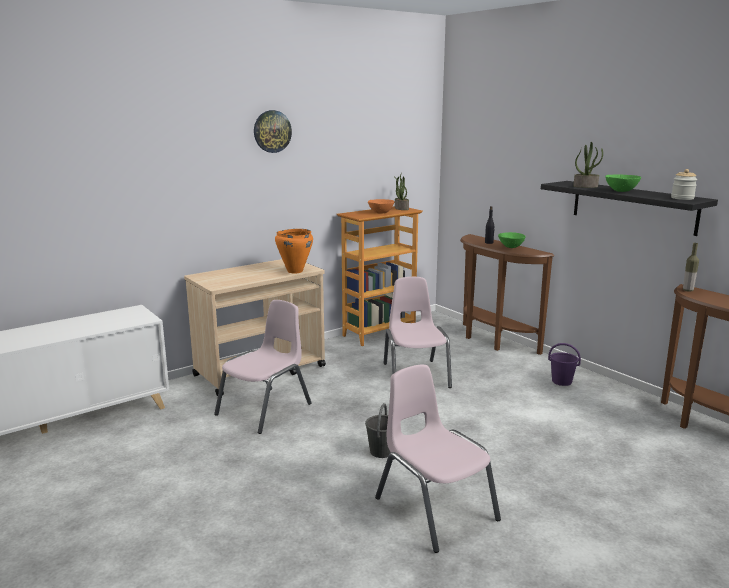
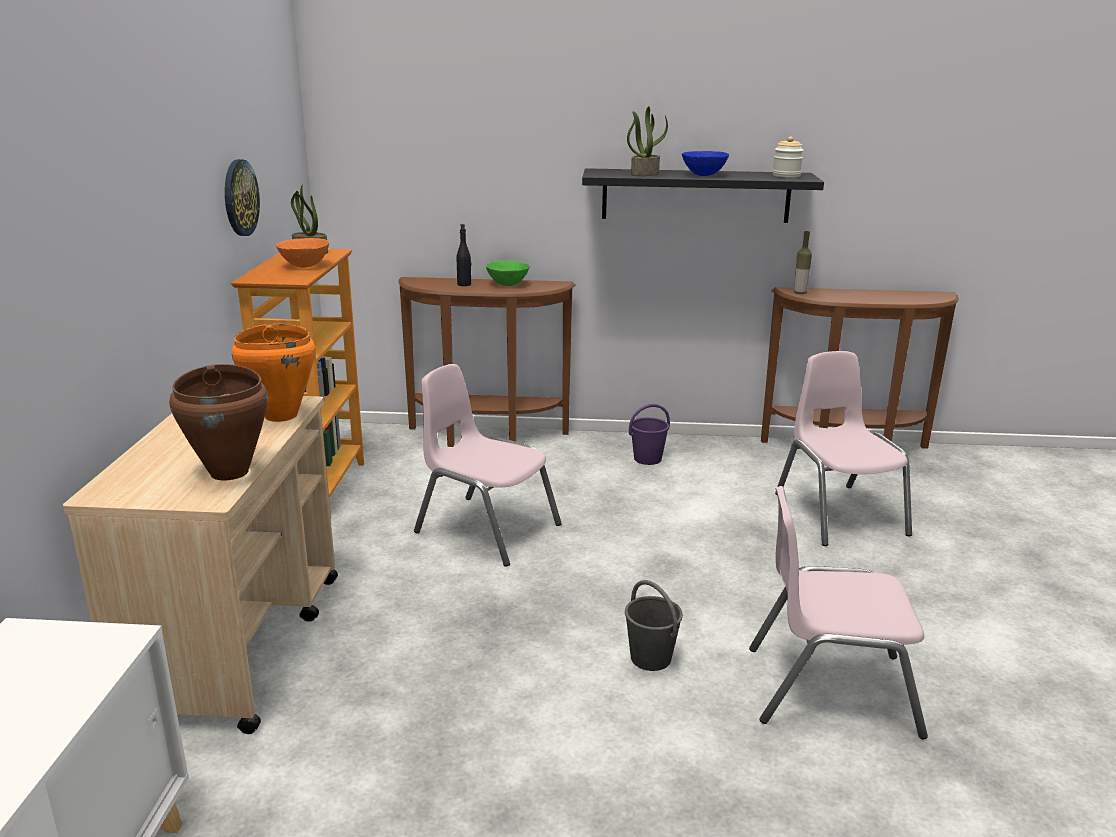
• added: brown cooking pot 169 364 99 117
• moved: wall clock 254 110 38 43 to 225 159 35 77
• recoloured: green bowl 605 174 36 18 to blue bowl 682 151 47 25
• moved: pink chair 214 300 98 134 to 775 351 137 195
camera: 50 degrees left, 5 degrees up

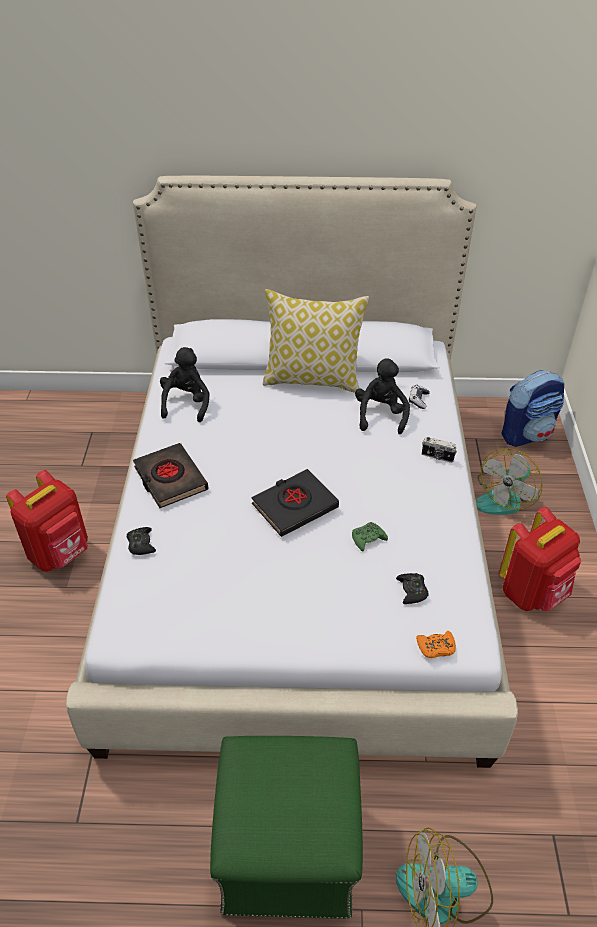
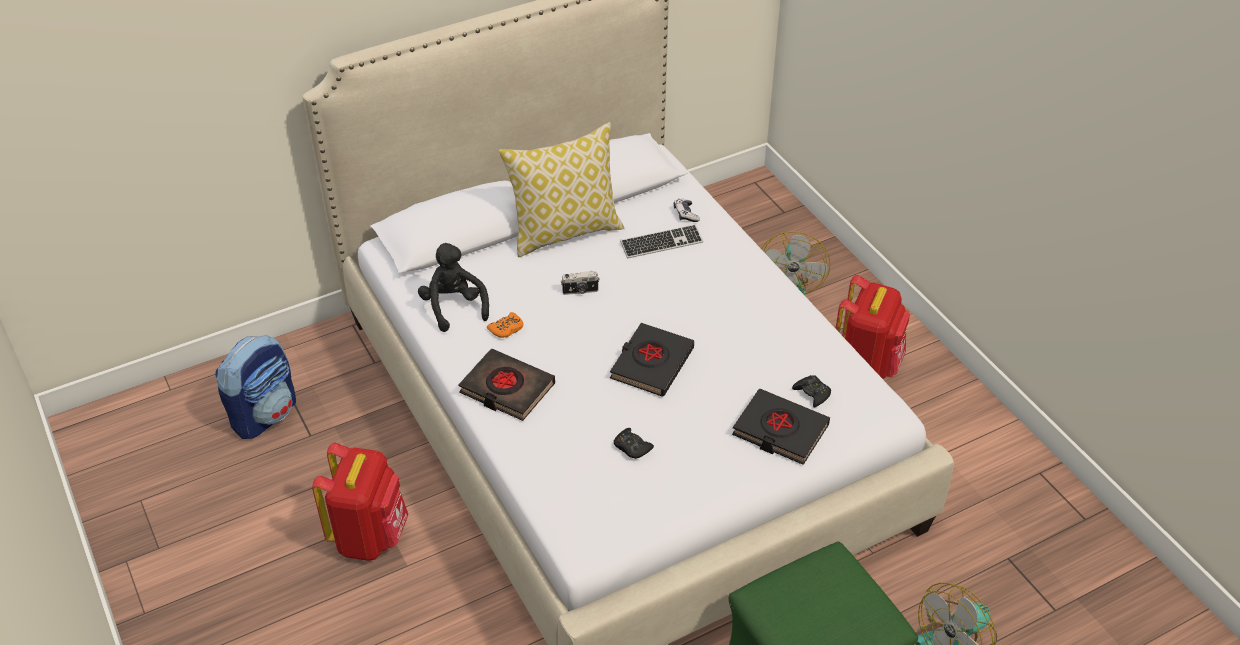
• moved: backpack 501 370 64 77 to 215 335 81 104
• moved: orange game controller 416 631 40 27 to 487 312 37 26
• moved: photo camera 422 437 35 26 to 561 271 39 24
• moved: black game controller 127 527 29 28 to 614 428 40 31
• replaced: black plush toy 355 358 55 76 to keyboard 620 224 83 34
• added: black book 732 388 98 77
• removed: green game controller 352 522 36 30
camera: 30 degrees left, 0 degrees up

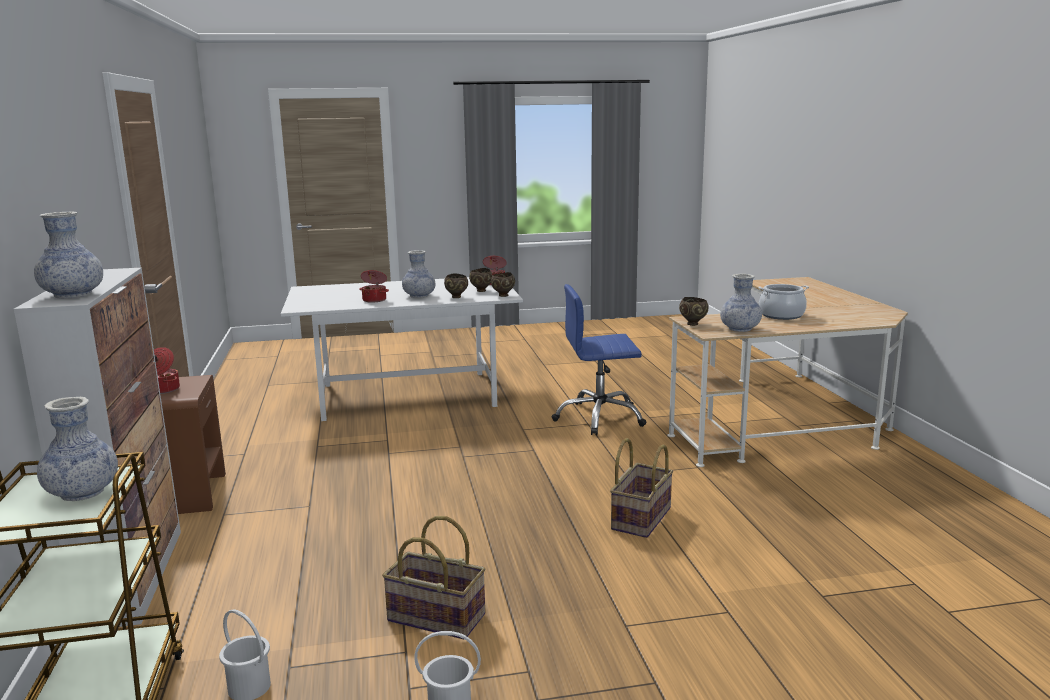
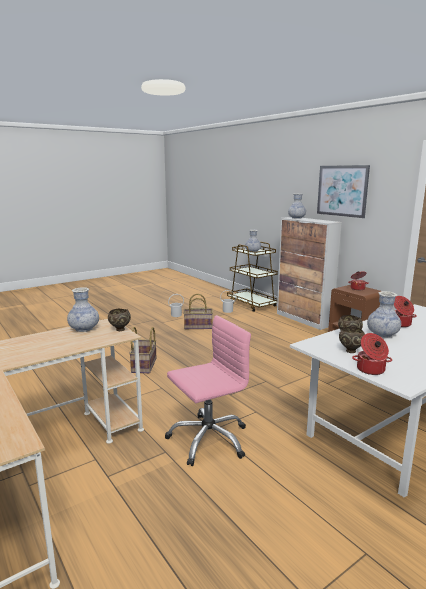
• recoloured: blue office chair 552 284 94 151 to pink office chair 165 315 86 151
• added: picture 317 165 53 53
• removed: brown bowl 491 272 24 25
• removed: cooking pot 758 284 51 36
camera: 155 degrees right, 0 degrees up

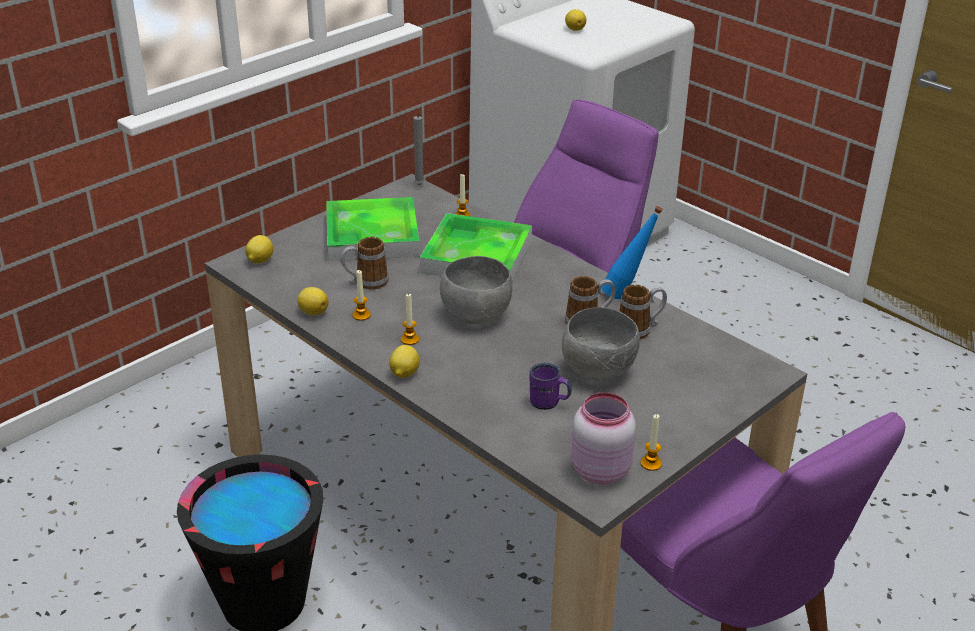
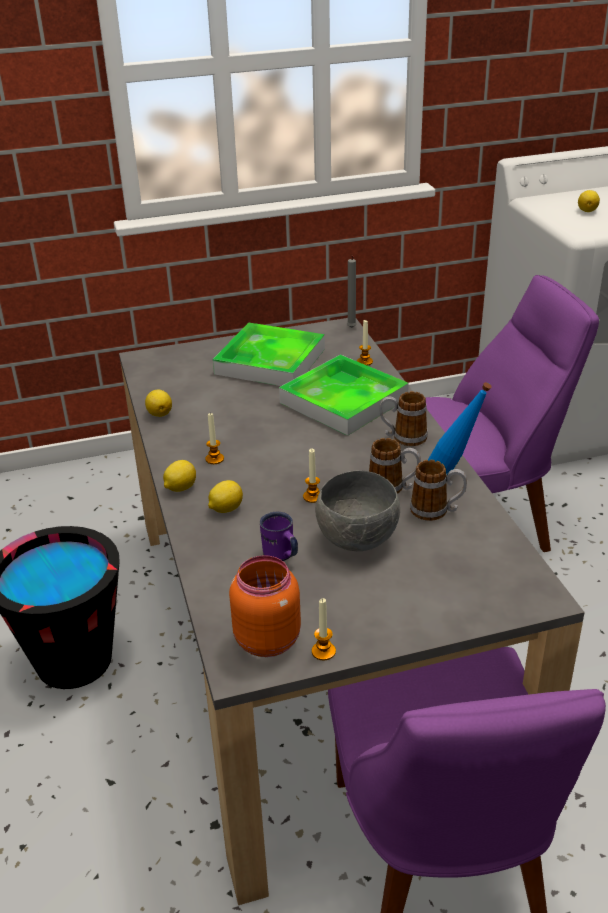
• moved: lemon 245 235 28 28 to 208 480 35 33
• recoloured: pink jar 571 392 65 92 to orange jar 229 555 72 102
• moved: candle 352 270 19 51 to 303 448 17 55
• moved: mug 341 237 48 52 to 380 391 48 55
• removed: grey bowl 440 256 73 68
camera: 30 degrees right, 0 degrees up

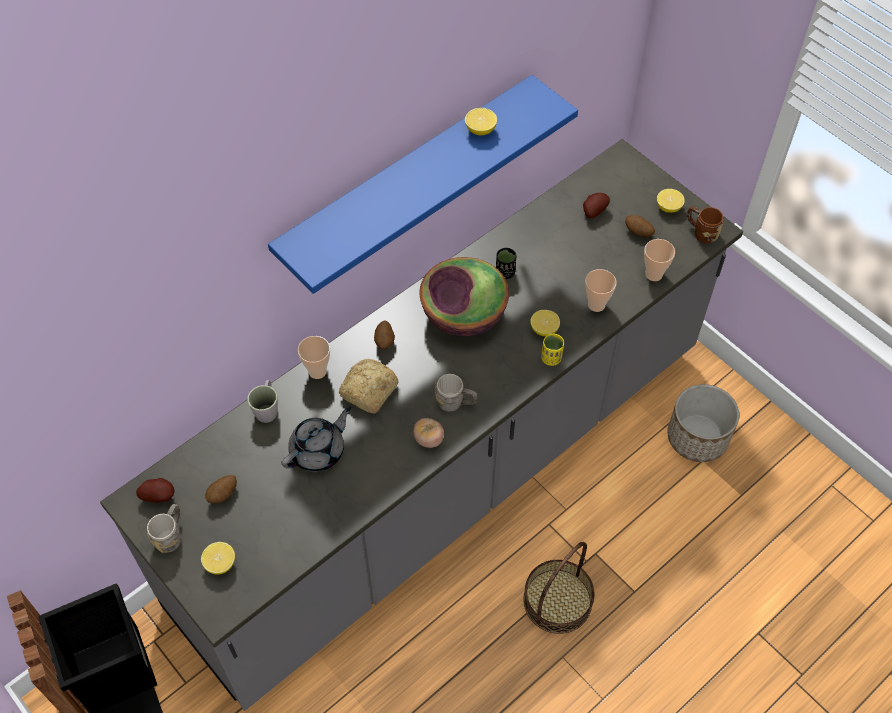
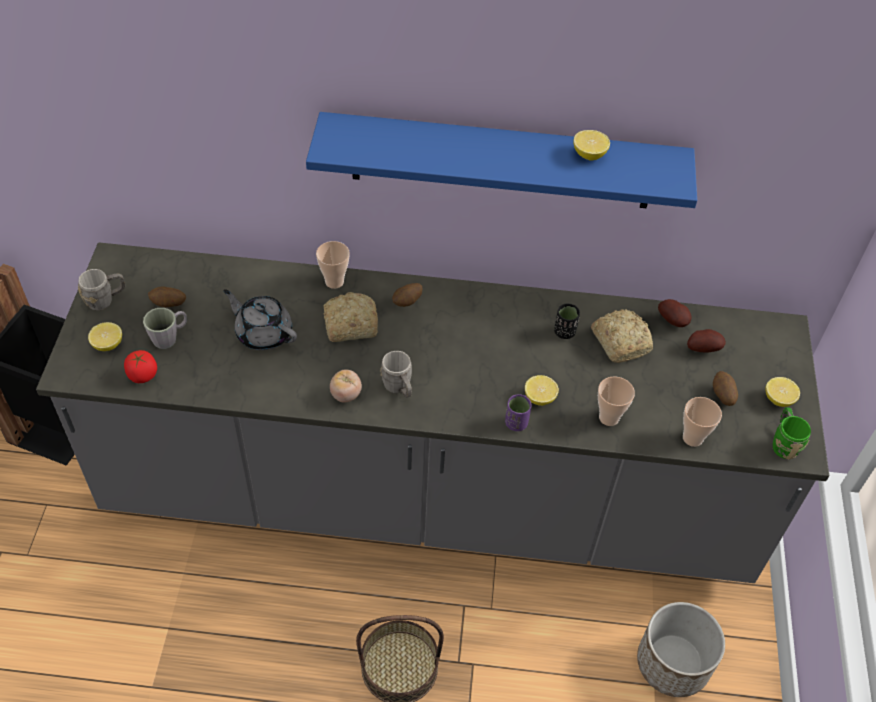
• added: tomato 124 350 33 33
• moved: grey mug 247 380 31 43 to 143 308 44 41
• turned: grey teapot 281 407 70 65 = 223 289 74 61 150 degrees counterclockwise
• recoloured: yellow cup 541 334 23 32 to purple cup 505 394 27 37
• added: bread 591 309 62 54
• moved: potato 136 478 39 25 to 658 299 34 28
• recoloured: brown mug 687 206 36 37 to green mug 773 407 38 53
• removed: bowl 419 257 90 80
camera: 45 degrees right, 5 degrees down

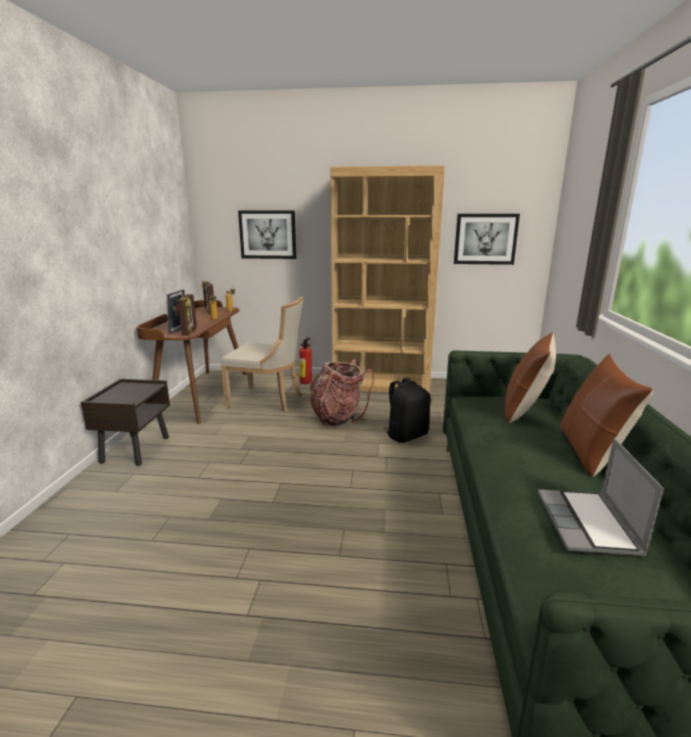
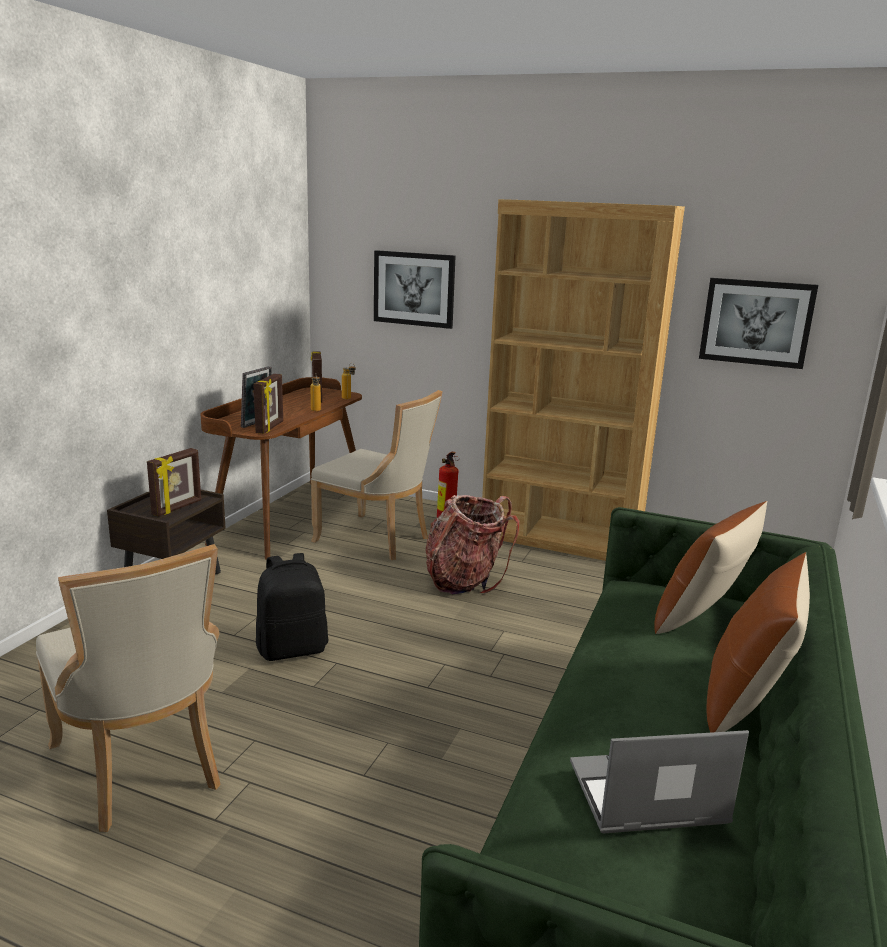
• added: beige chair 36 544 185 288
• added: picture frame 147 448 54 68
• moved: black backpack 384 378 47 65 to 256 553 72 108
• turned: laptop 538 438 126 118 = 570 730 179 103 60 degrees clockwise
camera: 15 degrees right, 0 degrees up

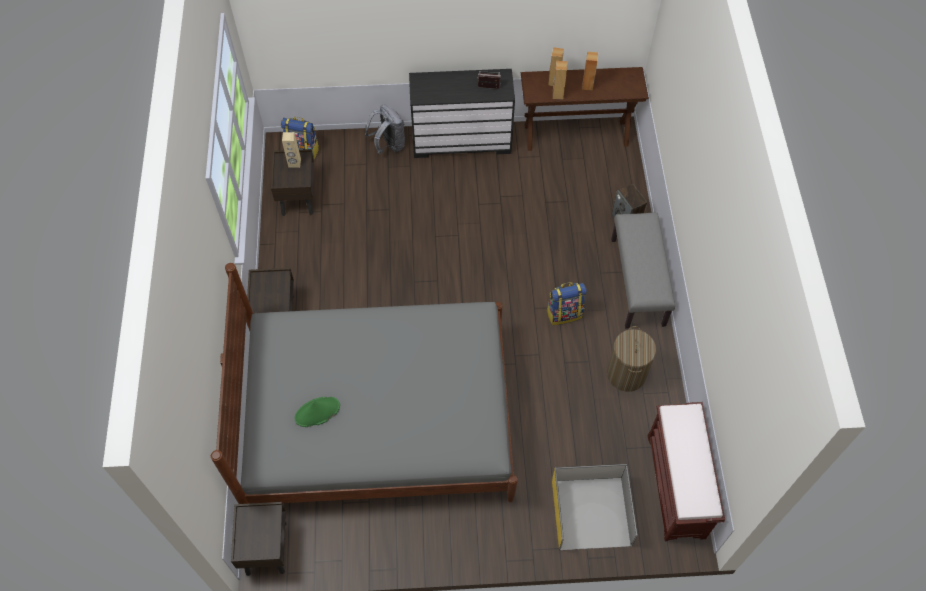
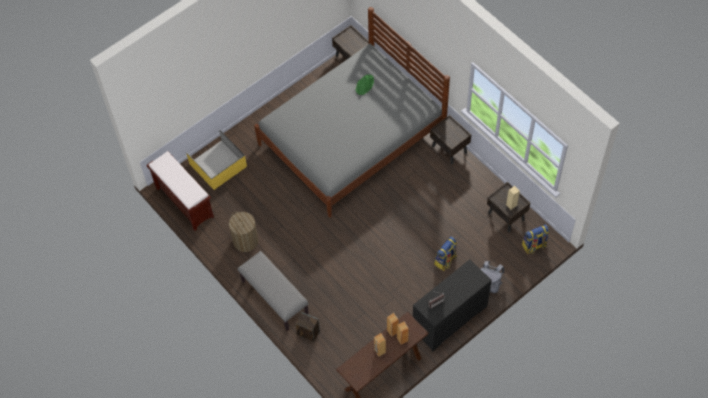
• moved: backpack 546 282 41 43 to 434 236 23 35
camera: 145 degrees right, 0 degrees up

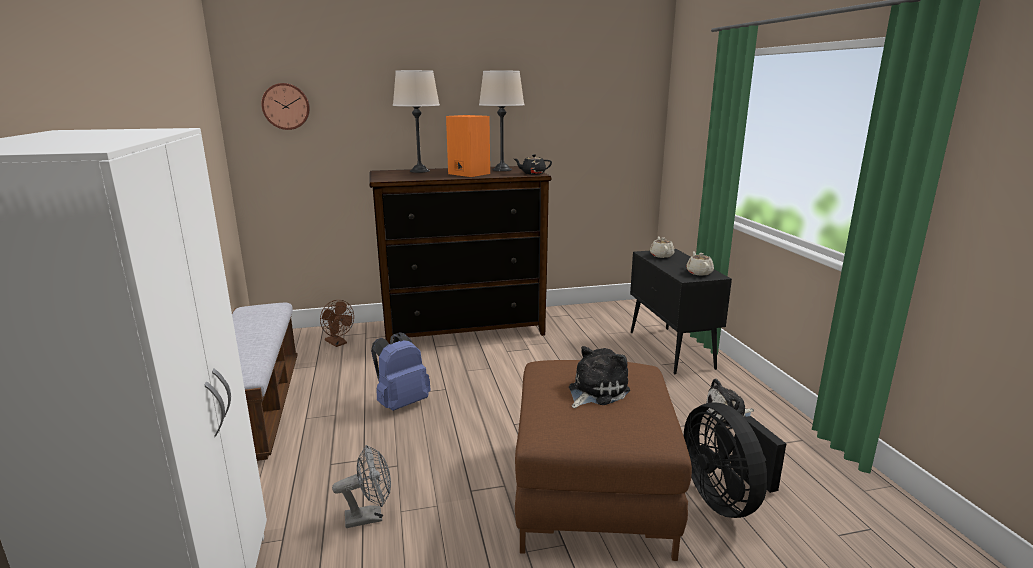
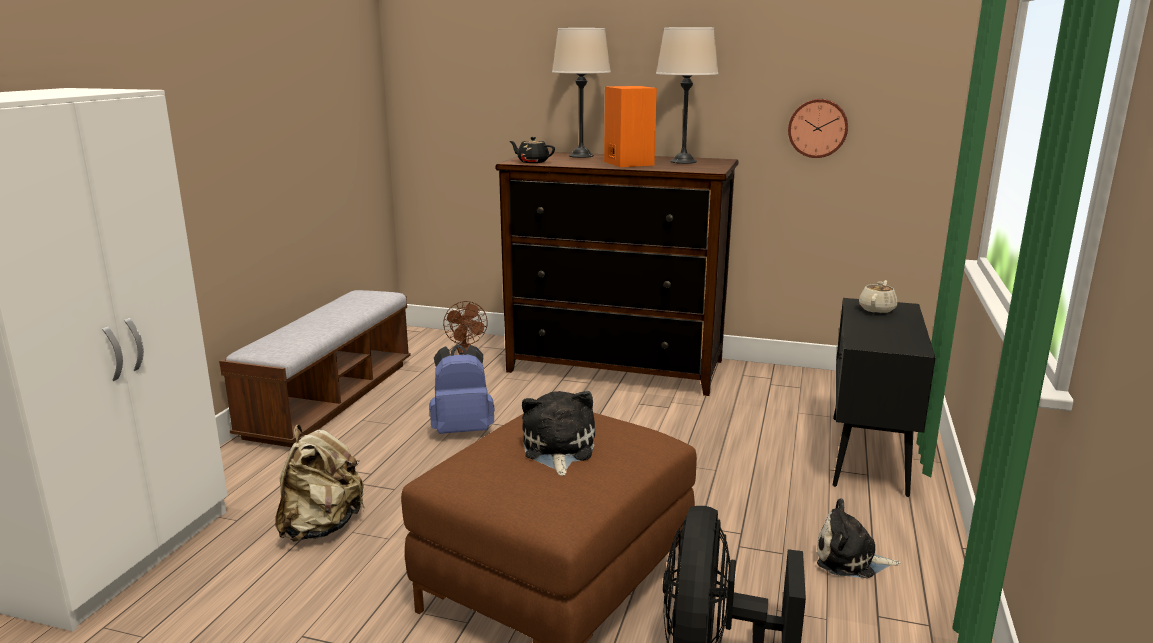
• replaced: grey fan 332 445 59 83 to beige backpack 275 424 90 117
• moved: black teapot 514 154 38 21 to 509 137 46 26
• turned: plush toy 569 346 61 62 = 522 391 73 85 75 degrees counterclockwise
• moved: wall clock 261 83 49 47 to 788 99 60 59
• removed: beige teapot 686 251 28 25
camera: 30 degrees right, 0 degrees up

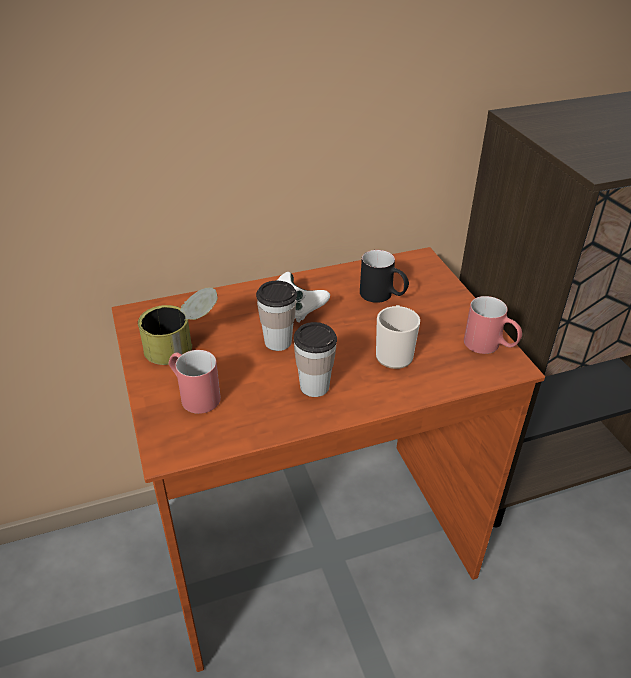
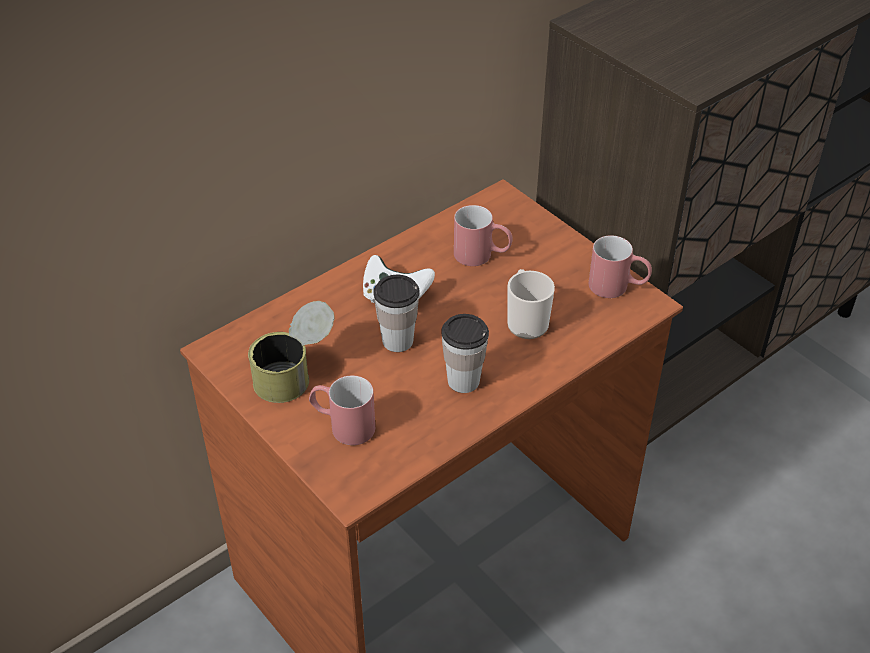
• recoloured: black mug 360 250 49 53 to red mug 454 205 59 61
camera: 20 degrees left, 5 degrees up

